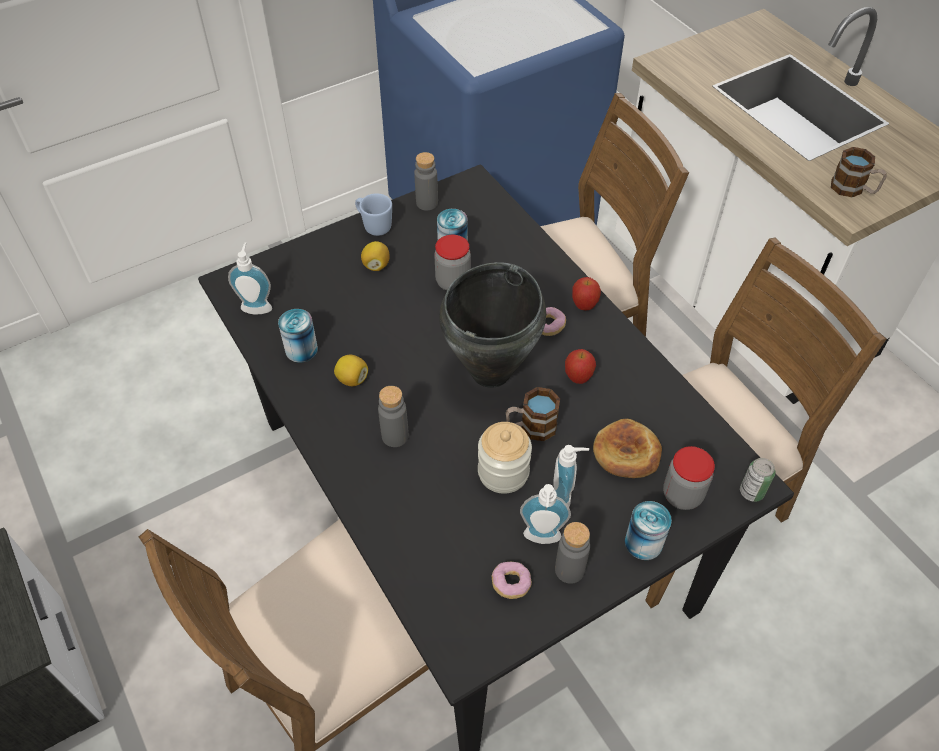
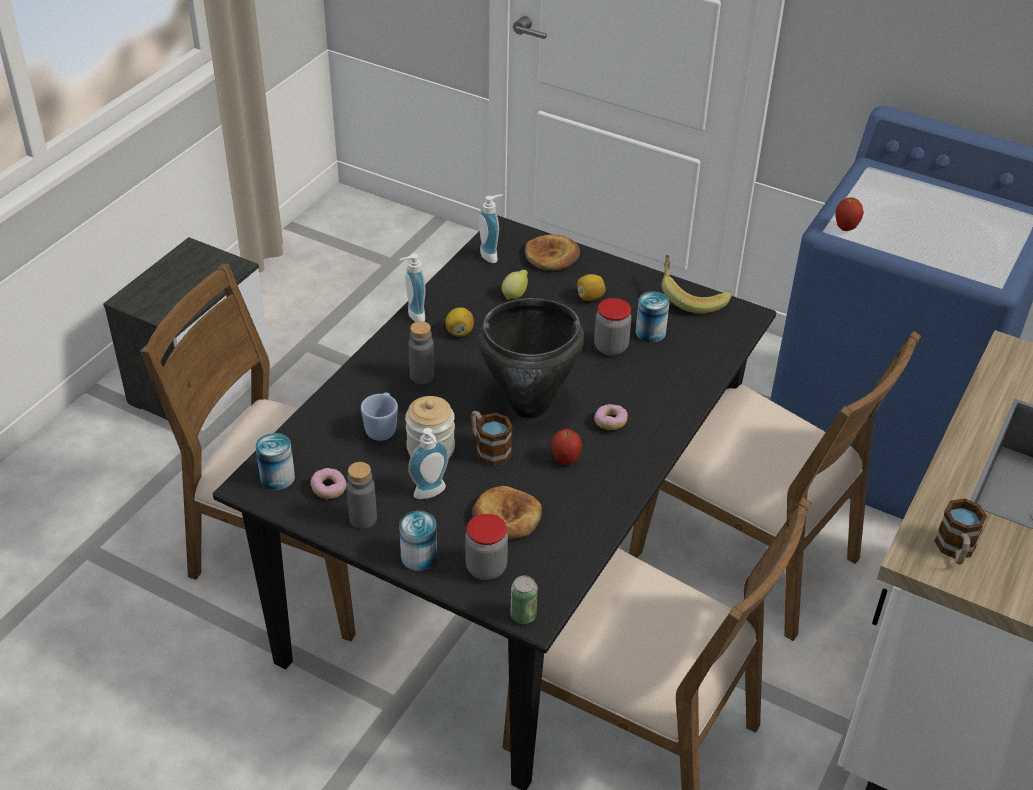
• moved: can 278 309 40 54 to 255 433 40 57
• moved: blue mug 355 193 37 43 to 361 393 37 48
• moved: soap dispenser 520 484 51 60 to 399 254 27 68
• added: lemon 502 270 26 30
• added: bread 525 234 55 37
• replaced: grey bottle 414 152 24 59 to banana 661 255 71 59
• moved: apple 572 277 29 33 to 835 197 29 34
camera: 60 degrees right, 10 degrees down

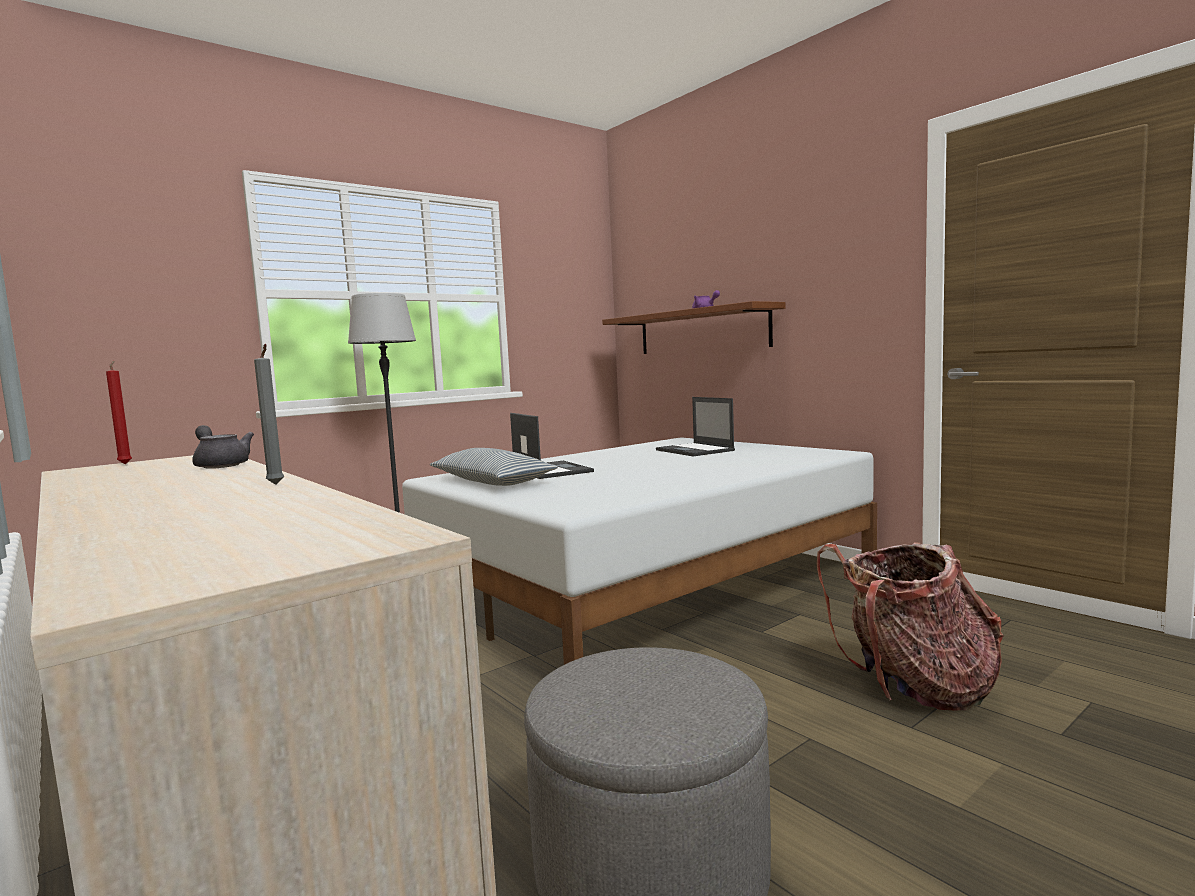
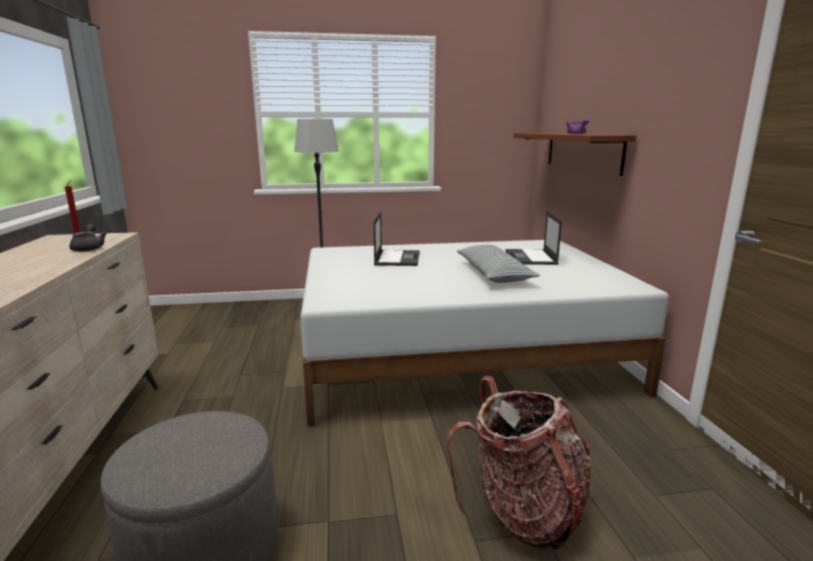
• moved: pillow 430 448 128 38 to 457 245 83 38
• removed: grey candle 254 344 30 141
camera: 30 degrees right, 10 degrees up

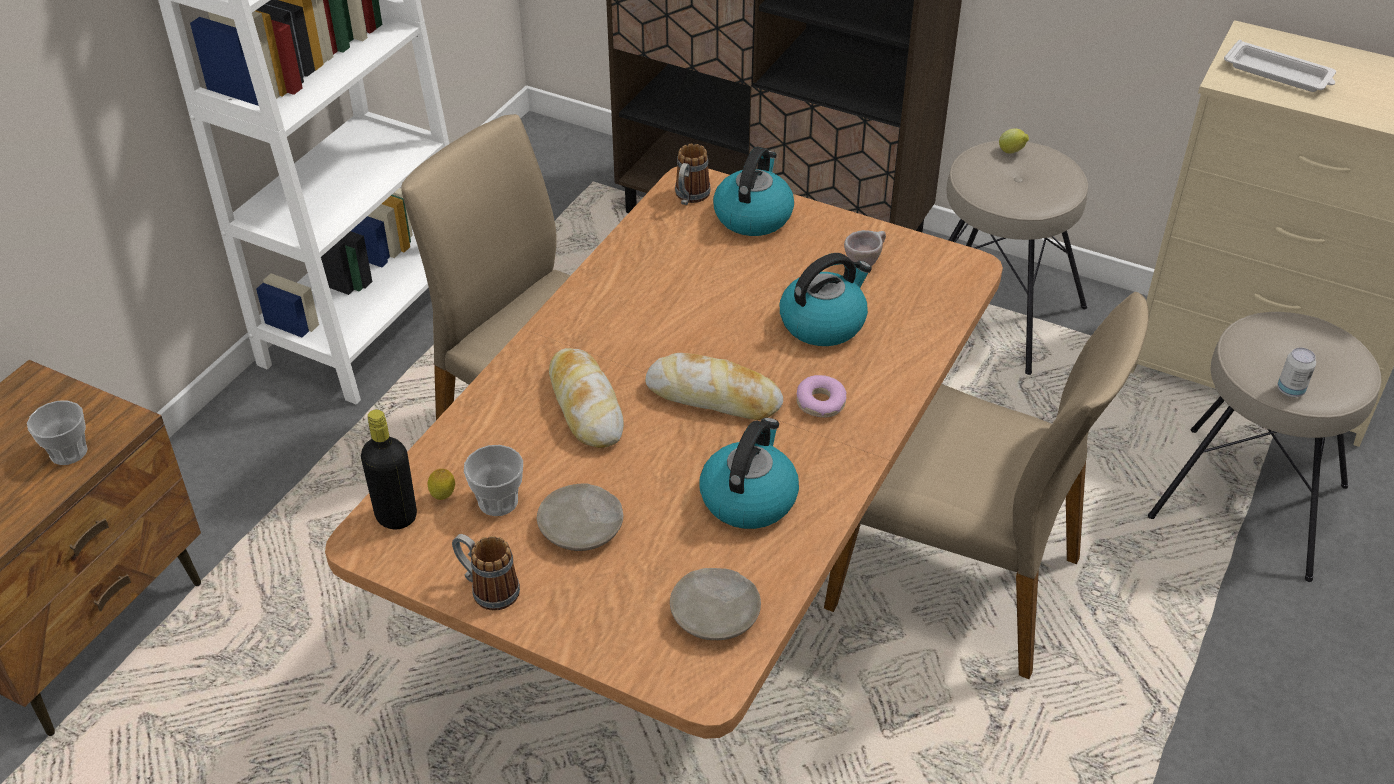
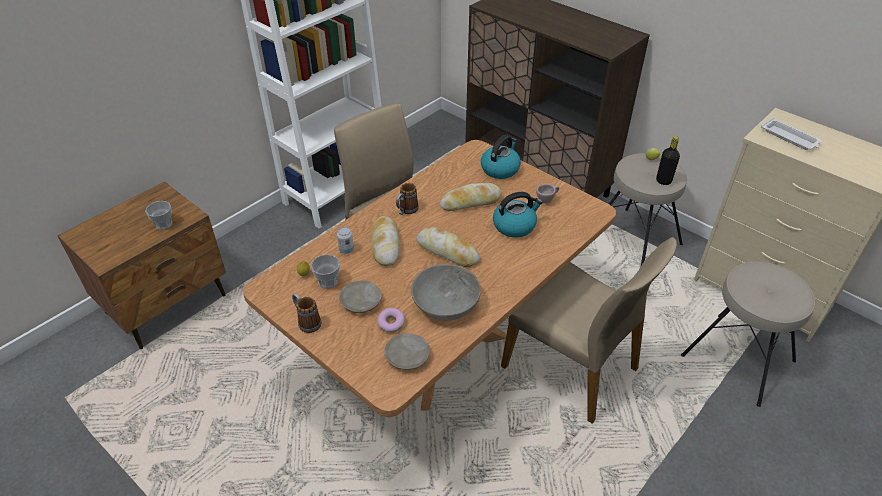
• moved: can 1277 348 39 49 to 337 227 17 27
• moved: donut 797 375 49 43 to 377 308 28 25
• moved: mug 675 144 36 61 to 396 183 23 32
• replaced: kettle 700 418 99 111 to grey bowl 411 264 70 57
• added: bread 440 183 62 28
• moved: black bottle 361 410 56 119 to 656 136 24 49
camera: 15 degrees right, 0 degrees up

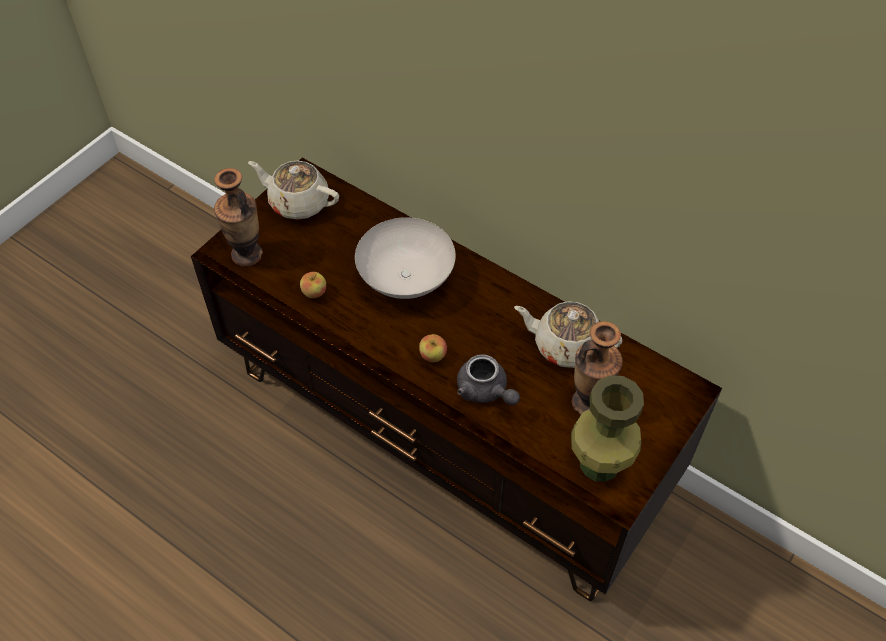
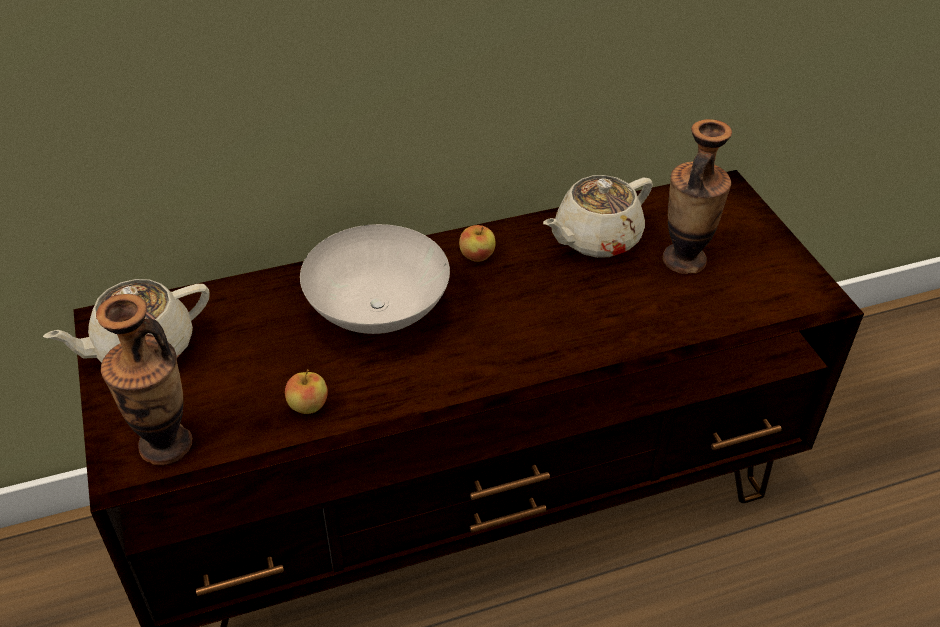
• moved: apple 419 334 28 28 to 459 225 37 37
• removed: grey teapot 457 354 63 51
• removed: green vase 571 375 73 107
camera: 55 degrees left, 10 degrees down

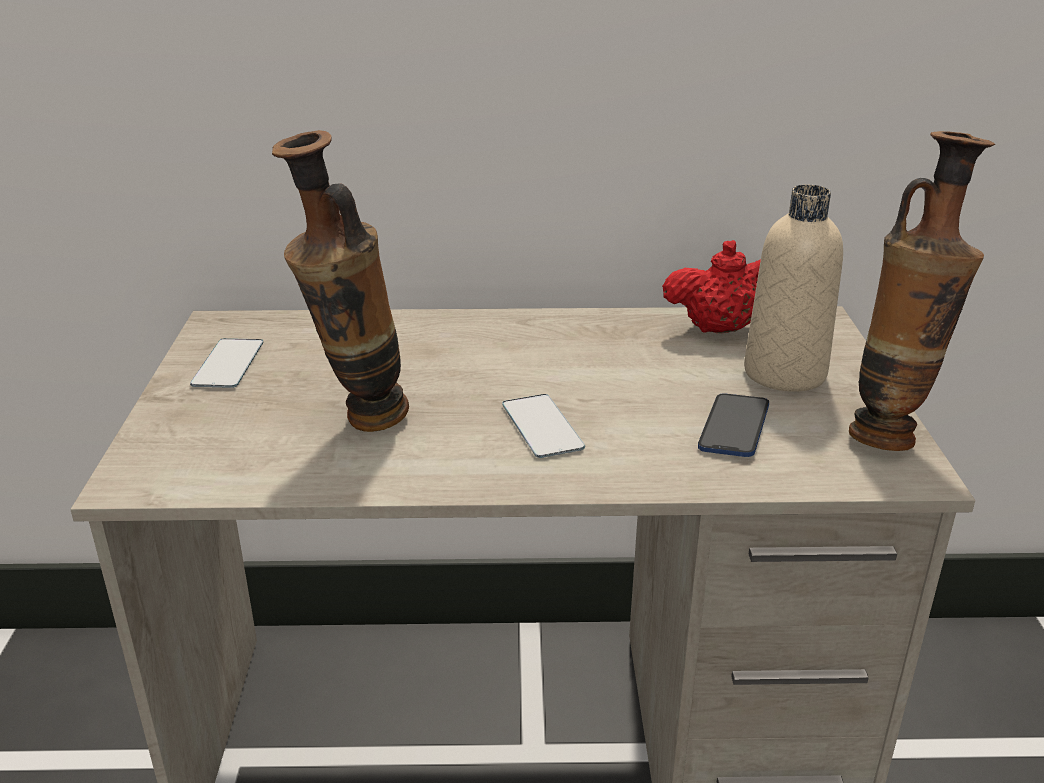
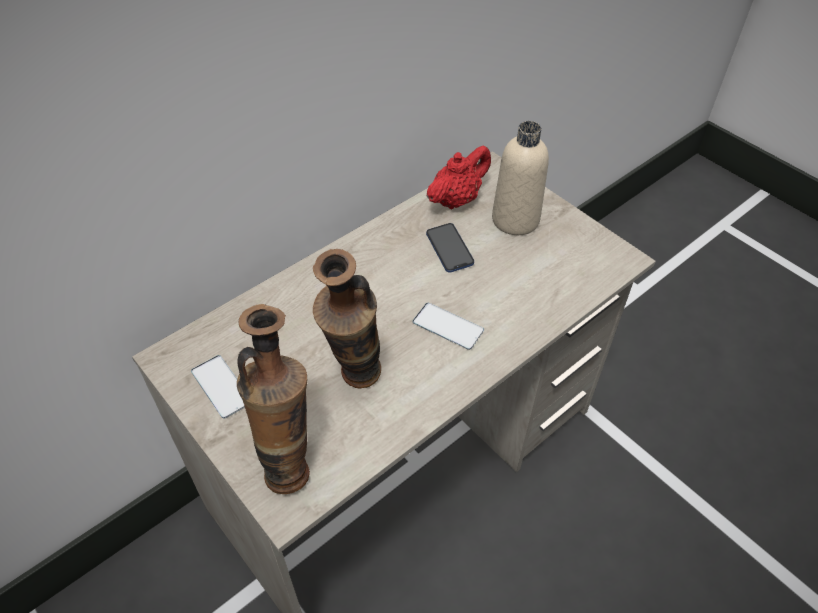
• moved: vase 849 131 146 320 to 237 304 73 190
• moved: phone 698 393 71 64 to 426 223 48 49
camera: 40 degrees left, 20 degrees up

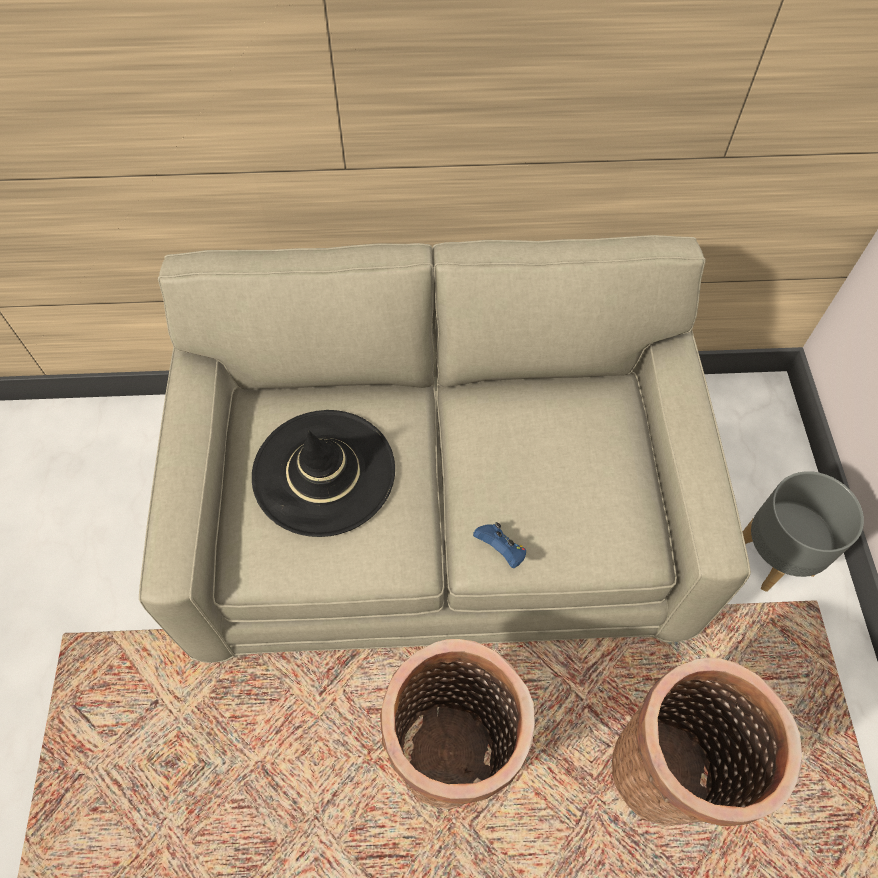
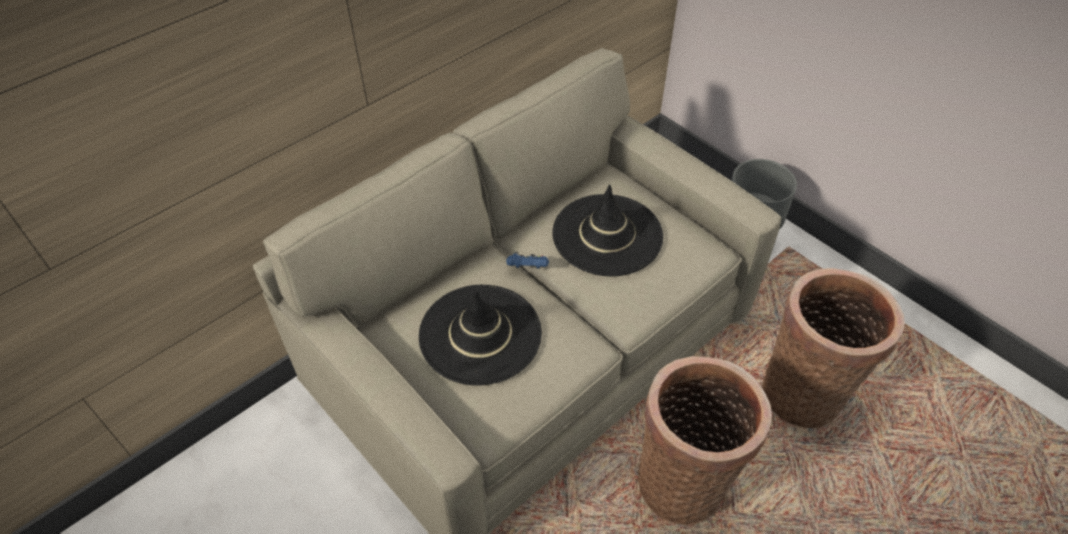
• moved: blue game controller 473 522 53 46 to 506 252 43 17
• added: black hat 552 184 111 92
camera: 40 degrees left, 10 degrees down

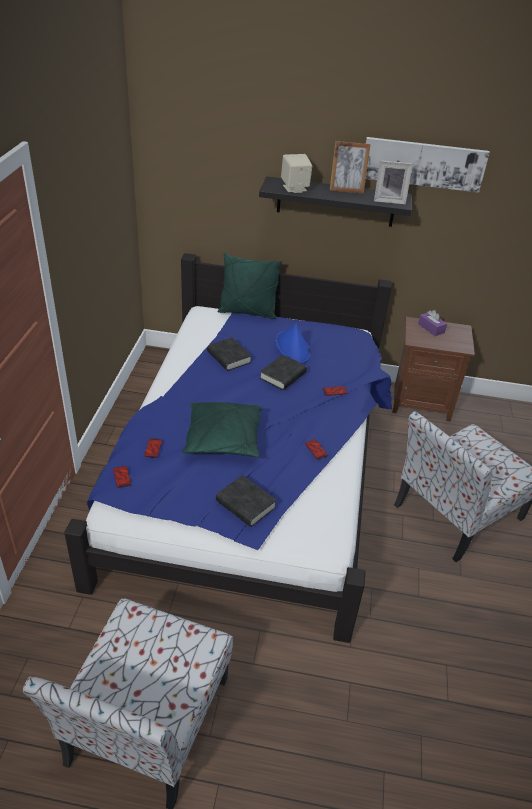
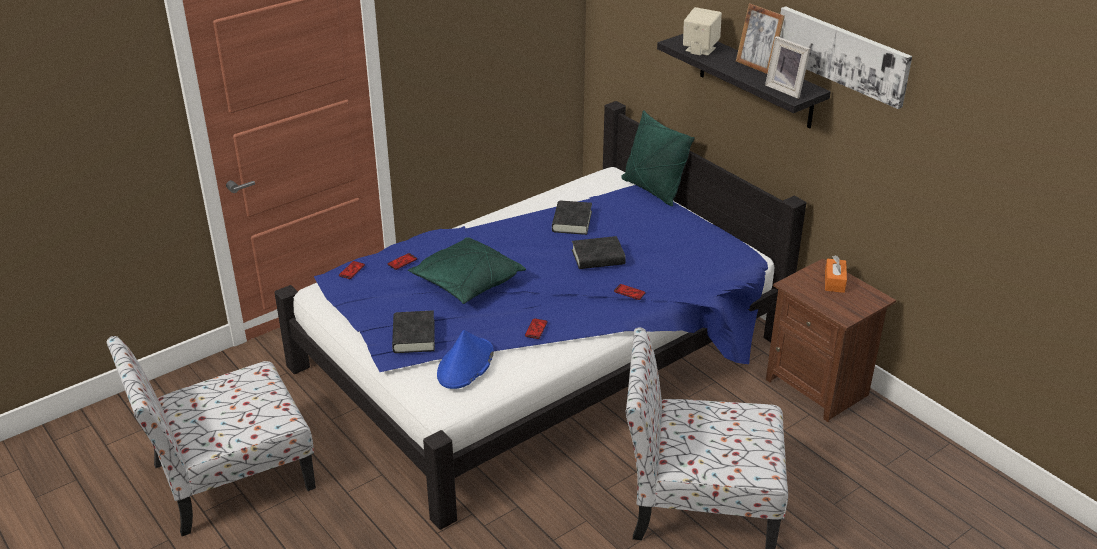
• moved: blue hat 275 323 35 41 to 437 330 57 59
• recoloured: purple tissue box 418 310 29 26 to orange tissue box 825 256 22 37
camera: 45 degrees right, 5 degrees down

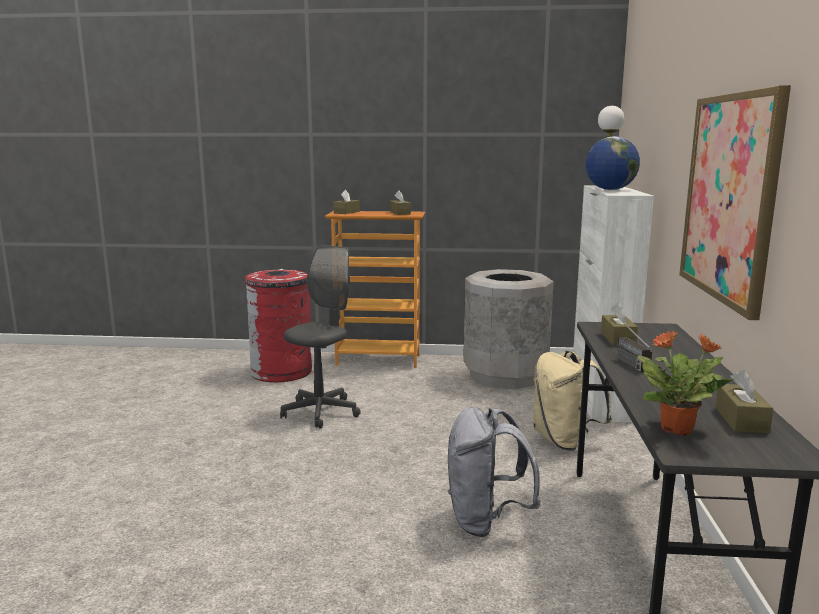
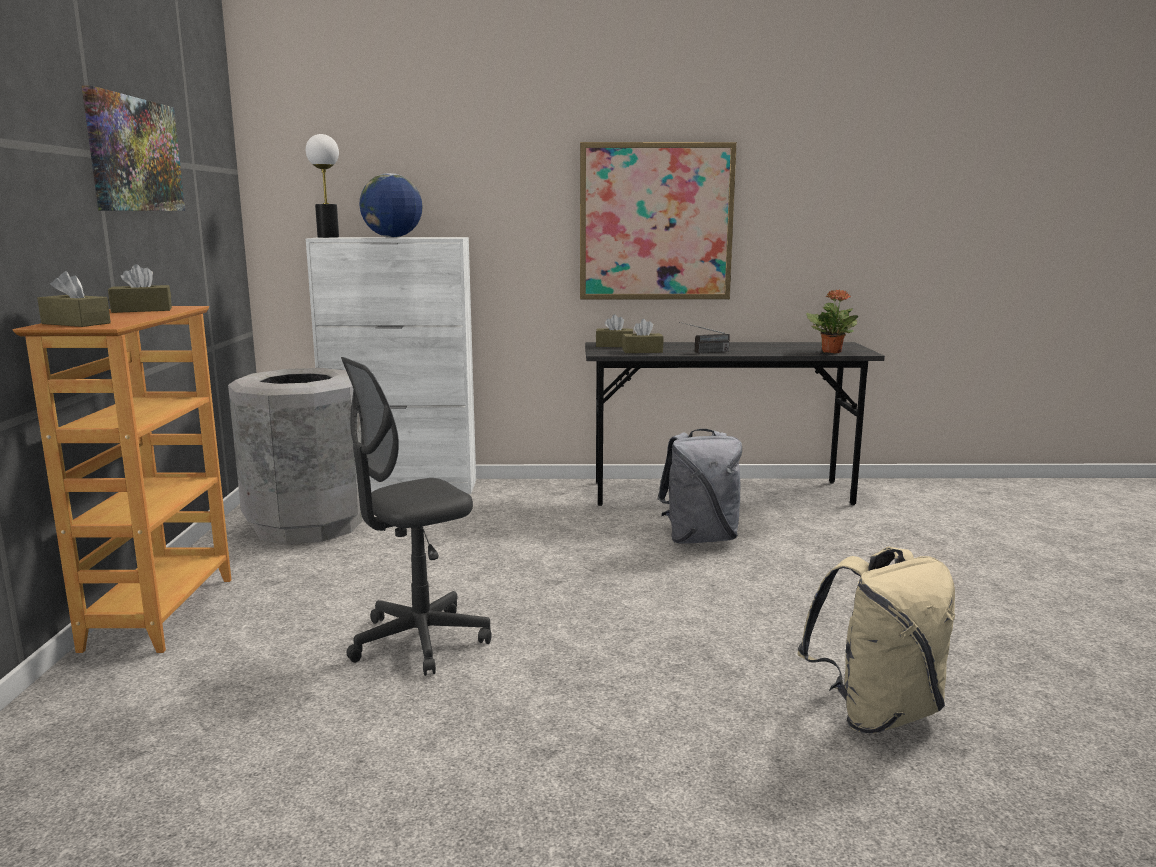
• added: picture 82 86 103 125
• turned: grey office chair 280 245 81 184 = 341 357 151 319 60 degrees counterclockwise
• moved: brown tissue box 715 370 58 64 to 596 314 37 33
• moved: beige backpack 533 351 79 100 to 798 546 157 188
• removed: red trash can 245 269 67 113
camera: 95 degrees left, 0 degrees up

